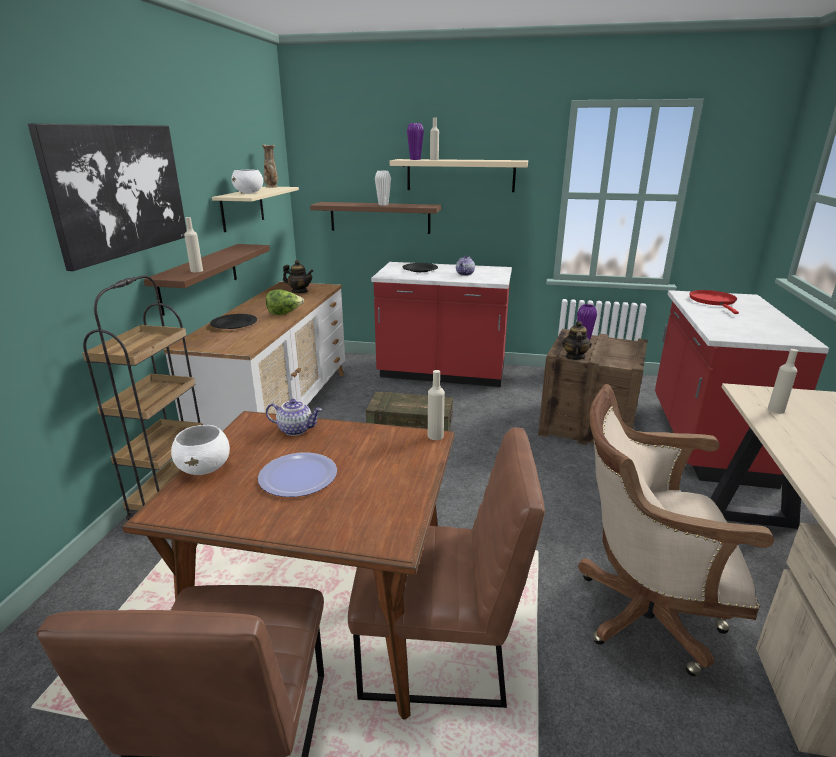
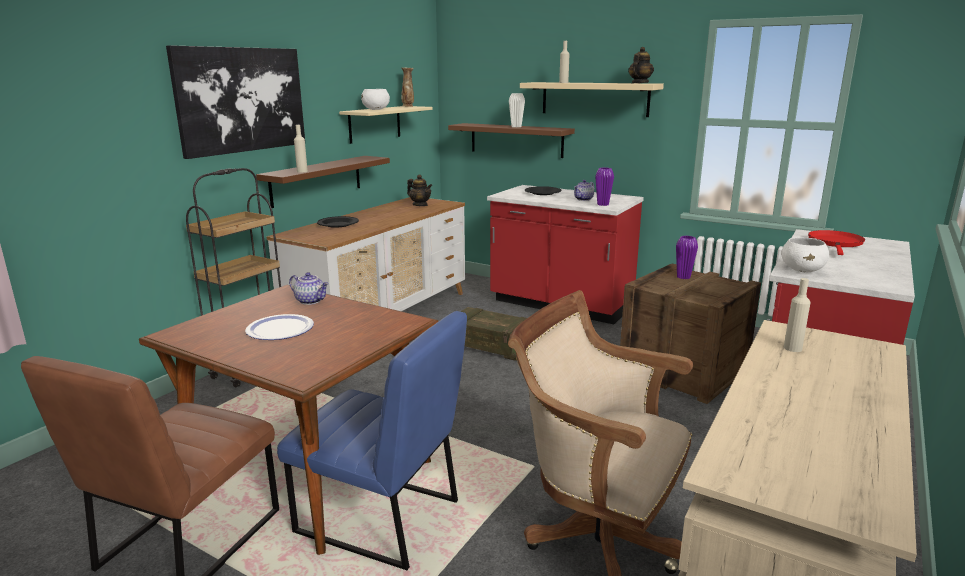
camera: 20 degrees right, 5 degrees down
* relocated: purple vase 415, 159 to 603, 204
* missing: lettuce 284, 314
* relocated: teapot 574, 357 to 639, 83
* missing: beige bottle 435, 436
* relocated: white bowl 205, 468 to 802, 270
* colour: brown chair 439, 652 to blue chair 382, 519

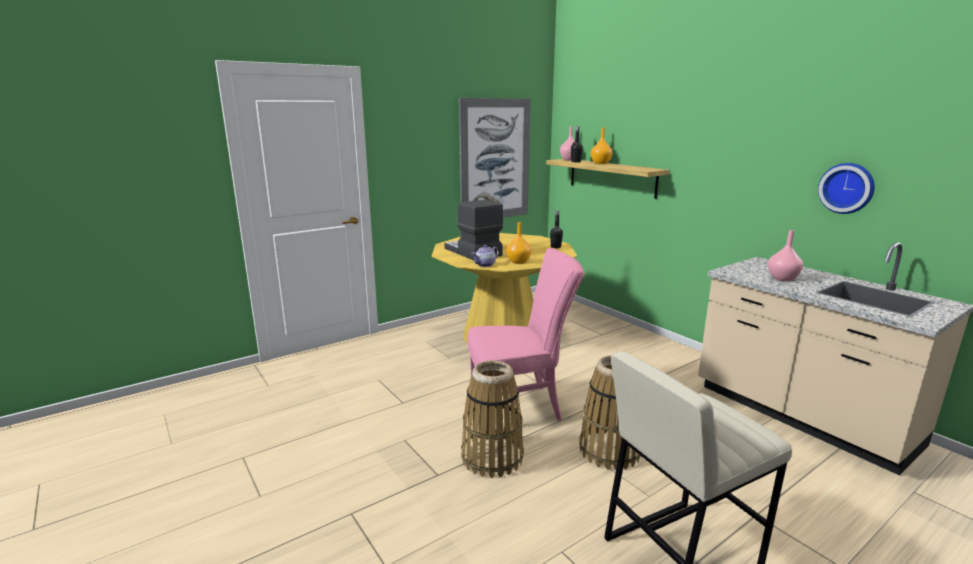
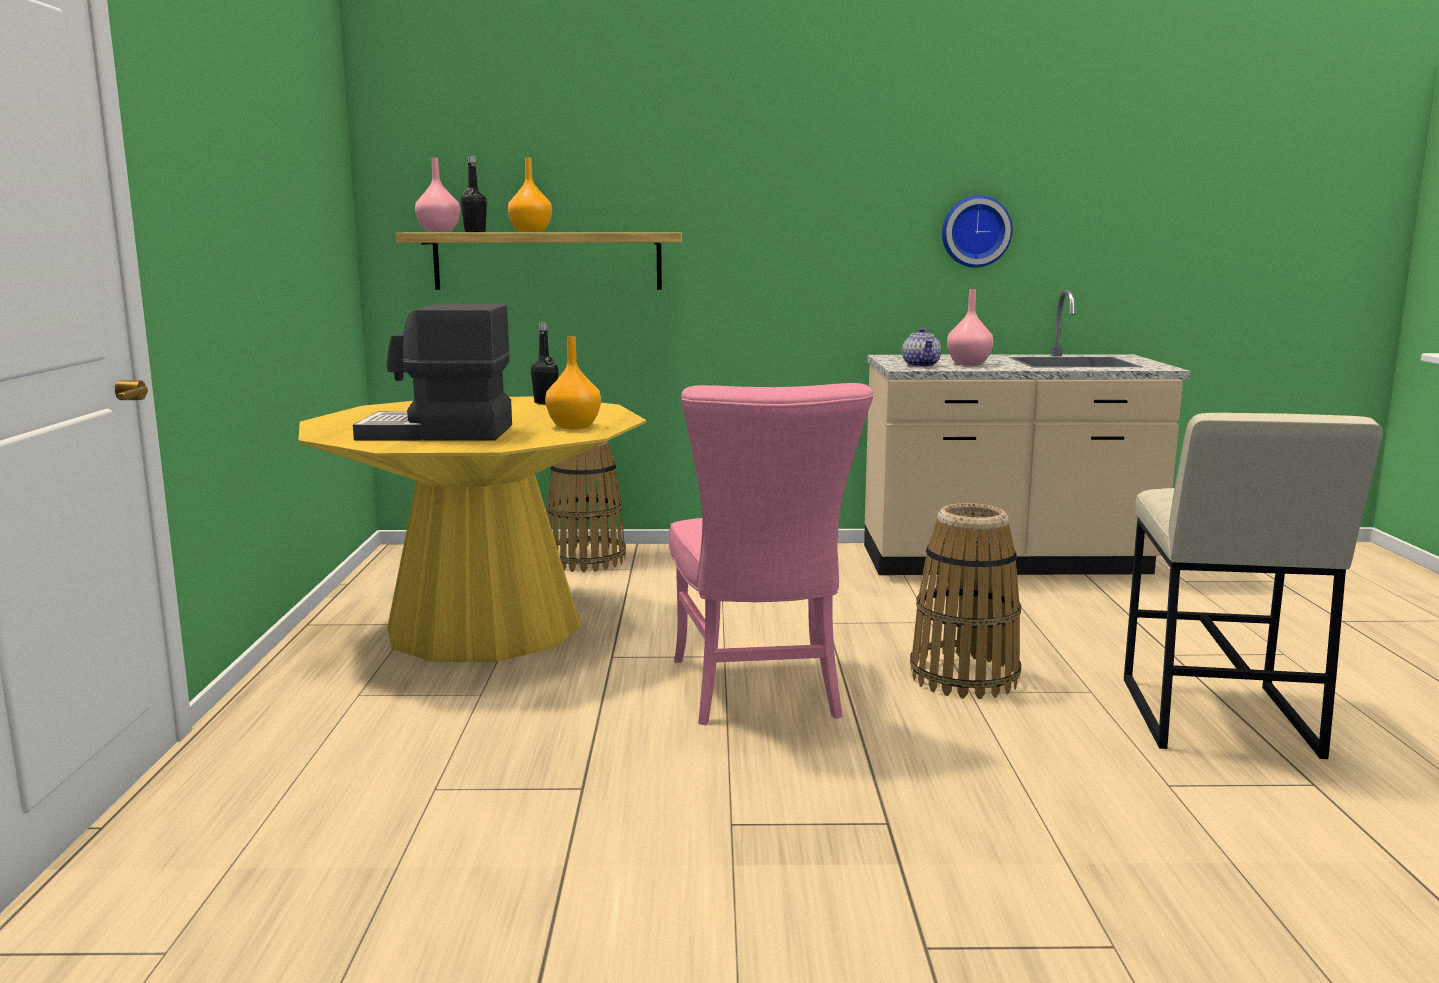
camera: 55 degrees left, 5 degrees down
* missing: picture 495, 160
* relocated: teapot 485, 265 to 921, 365
* spun: pink chair 520, 406 = 760, 692 150 degrees clockwise
* relocated: basket 492, 457 to 585, 560

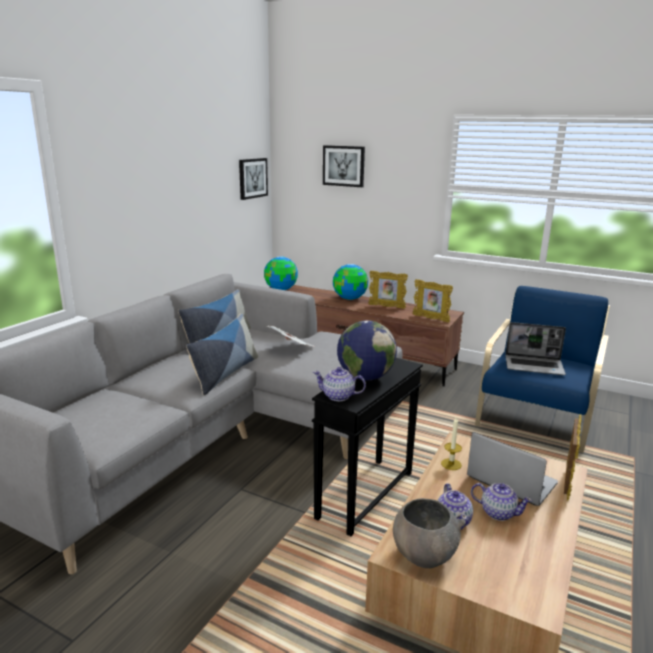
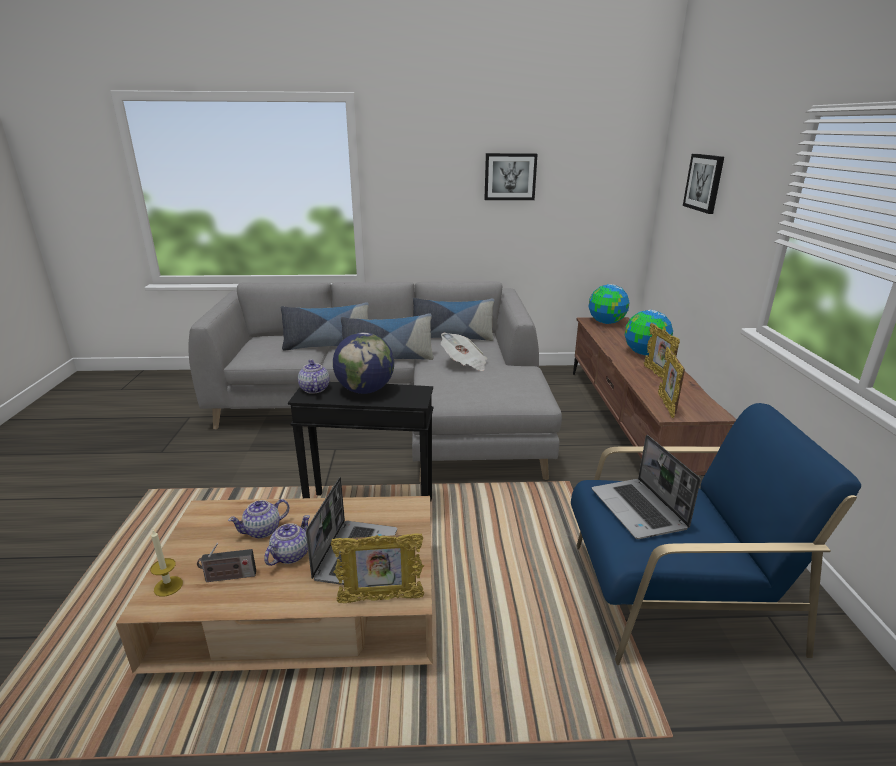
camera: 60 degrees right, 5 degrees up
* relocated: picture 252, 178 to 510, 176
* relocated: candle 451, 464 to 168, 586
* spun: teapot 498, 512 = 290, 555 150 degrees counterclockwise
* missing: grey bowl 424, 555
* appeared: pillow 327, 346
* appeared: radio 228, 577

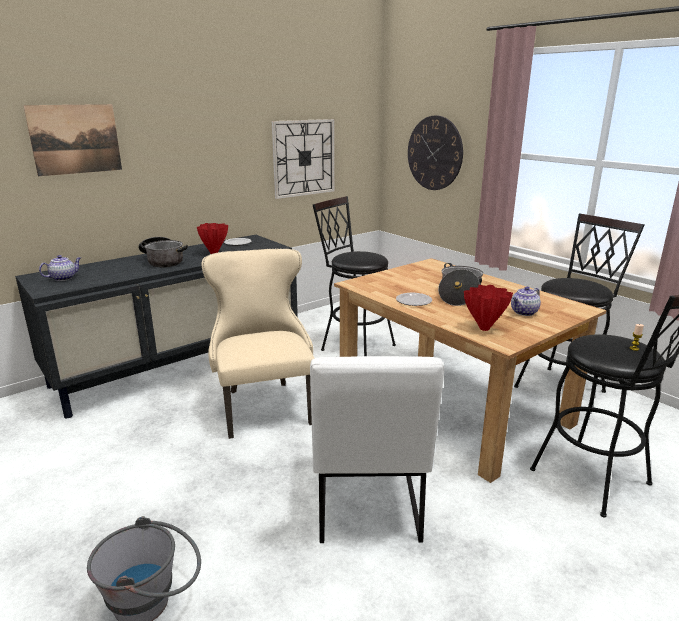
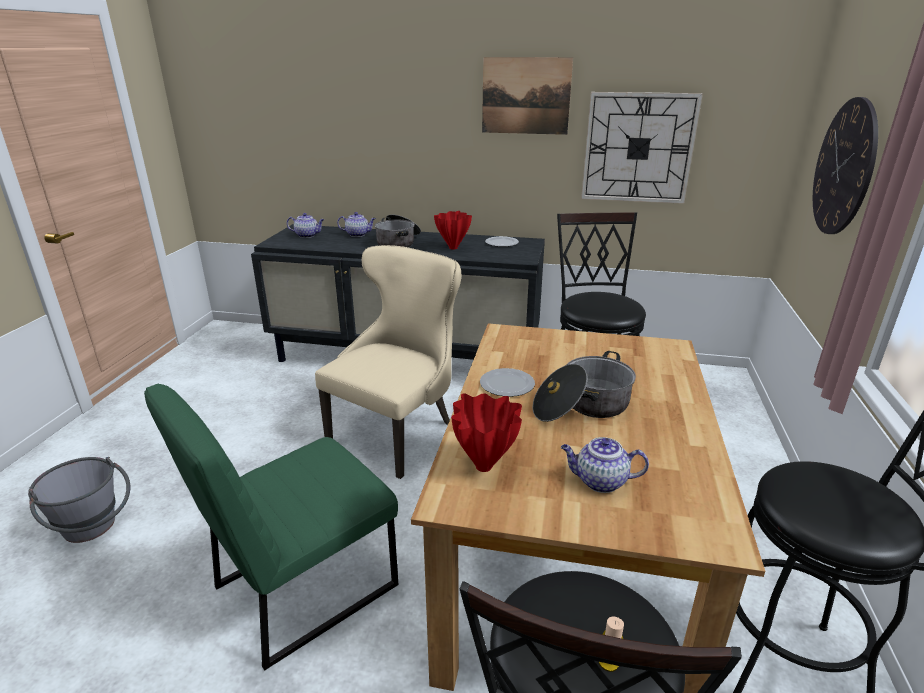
camera: 50 degrees right, 5 degrees up
* relocated: picture 75, 139 to 526, 96
* colour: white chair 367, 502 to green chair 300, 588
* appeared: teapot 358, 234

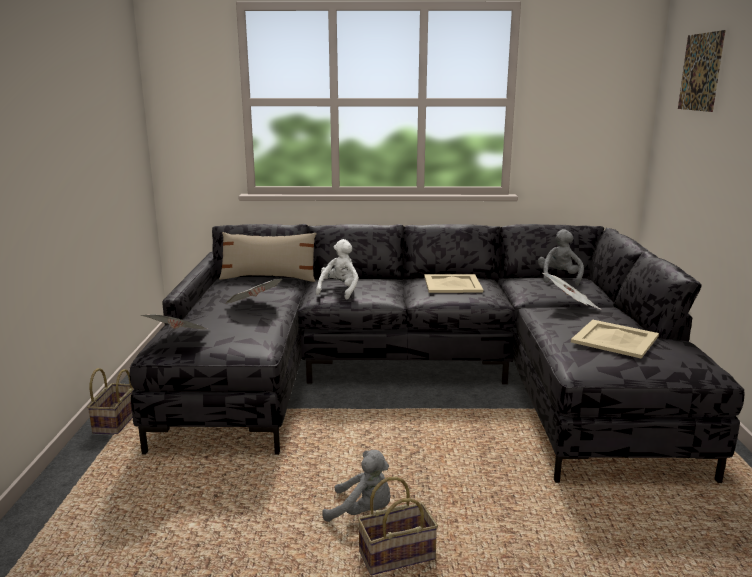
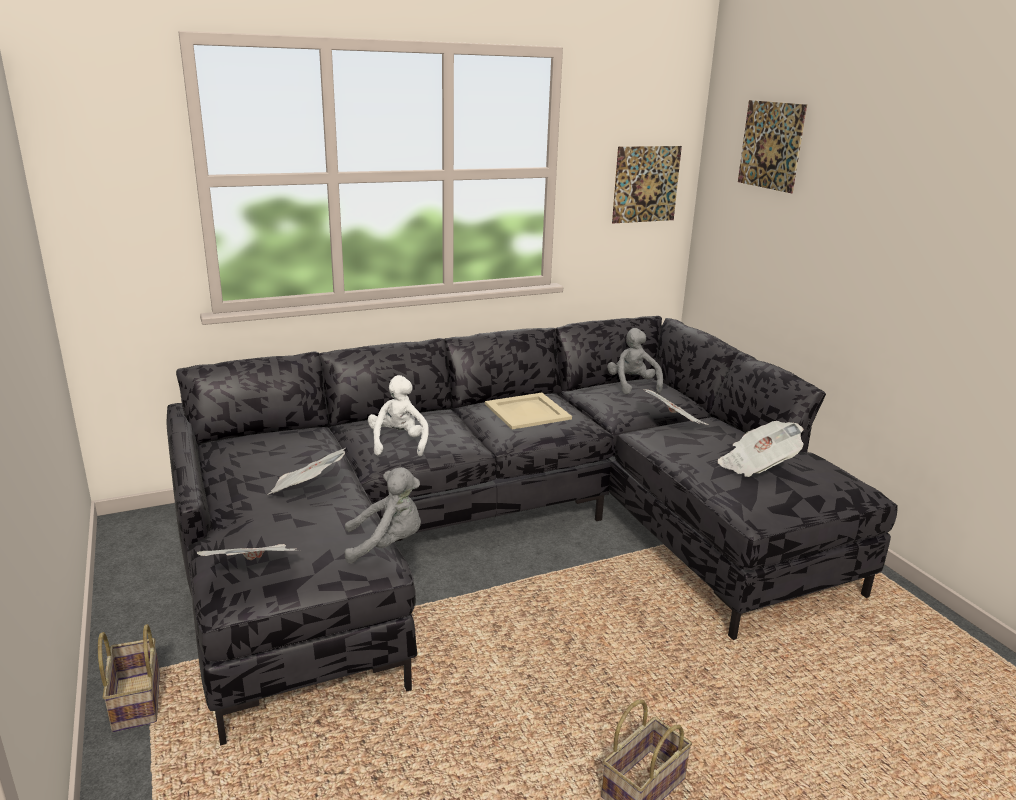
camera: 25 degrees left, 5 degrees up
* missing: beige pillow 269, 278
* exchanged: beige tray 614, 339 to newspaper 757, 466
* relocated: grey plush toy 362, 512 to 387, 544
* appeared: picture 646, 184

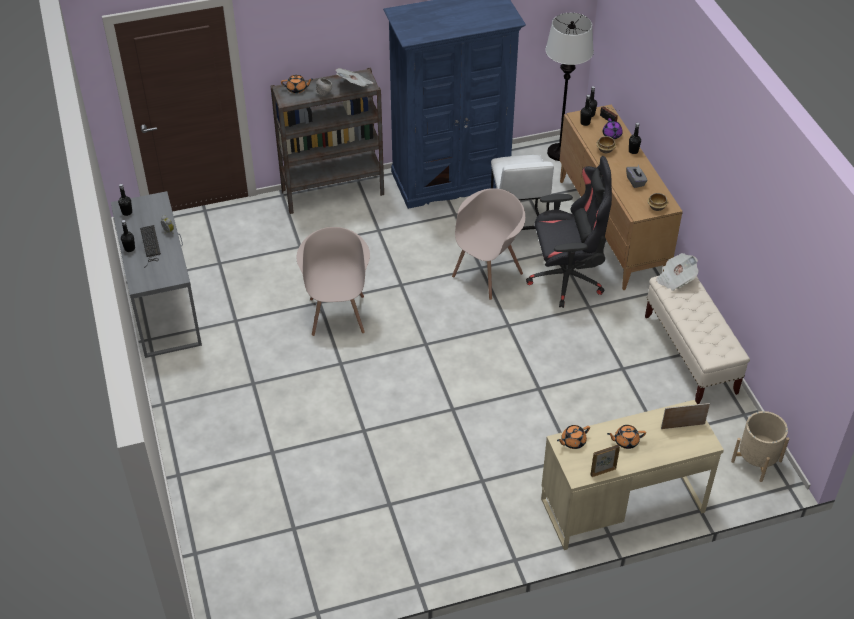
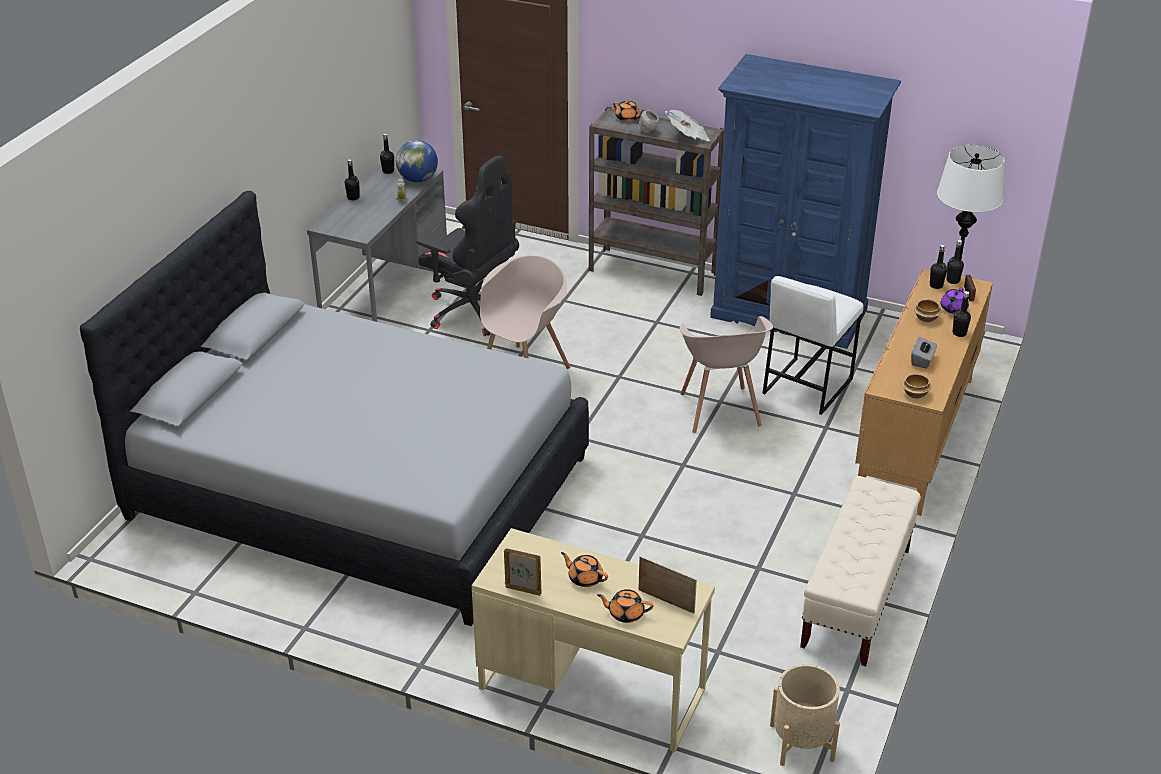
camera: 40 degrees right, 10 degrees down
* relocated: black office chair 565, 280 to 471, 311
* spun: beige chair 487, 274 = 719, 411 90 degrees clockwise
* missing: keyboard 150, 245
* missing: newspaper 675, 279
* relocated: orange teapot 572, 441 to 625, 613
* appeared: globe 418, 179
* appeared: grey bed 359, 487

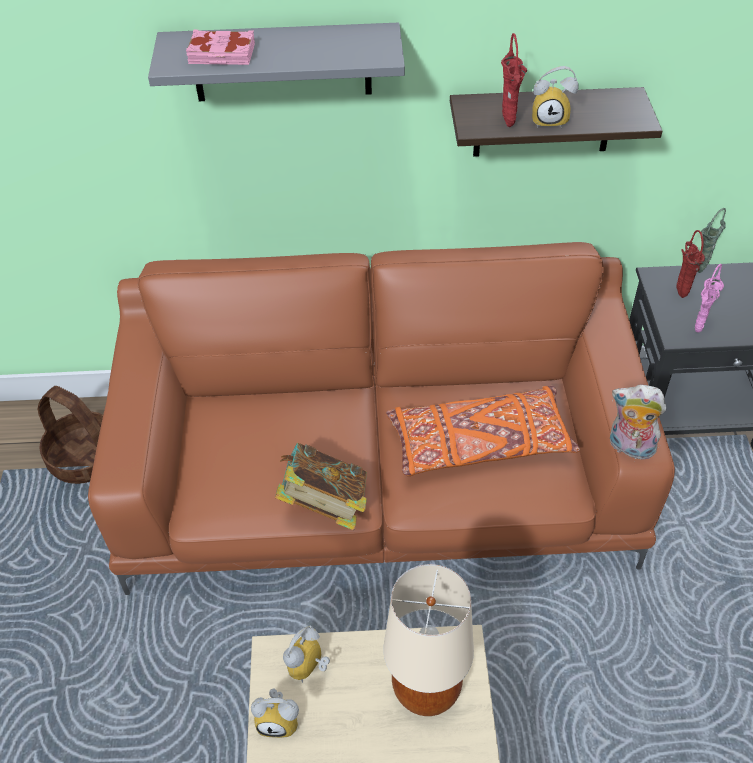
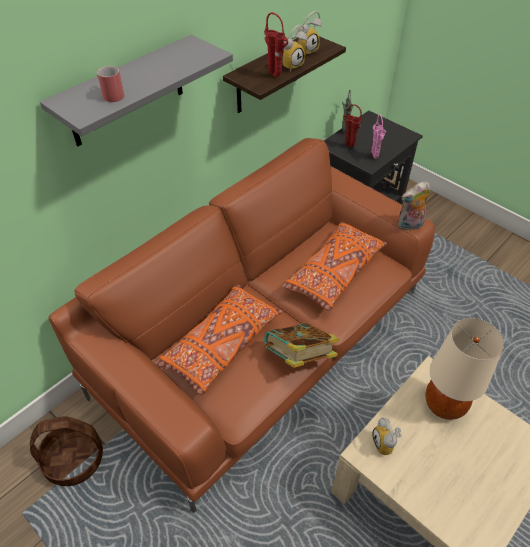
camera: 45 degrees left, 0 degrees up
* exchanged: pink book 222, 54 to red mug 110, 94
* relocated: alarm clock 280, 721 to 306, 50
* appeared: orange pillow 221, 345

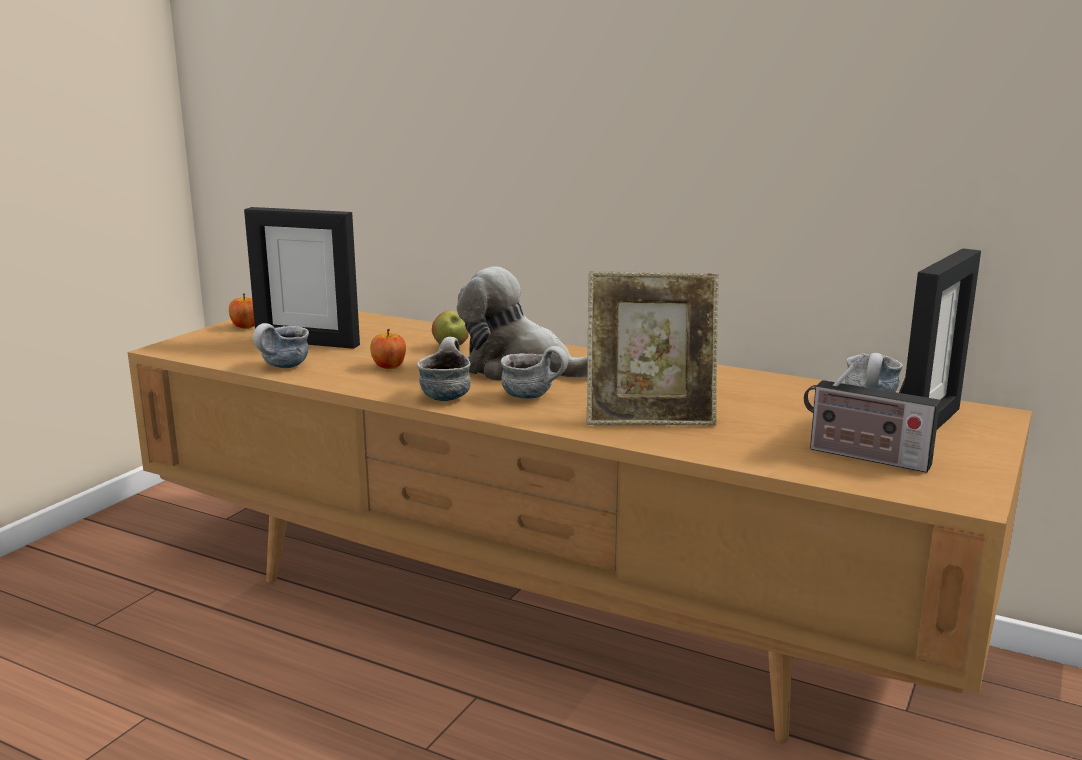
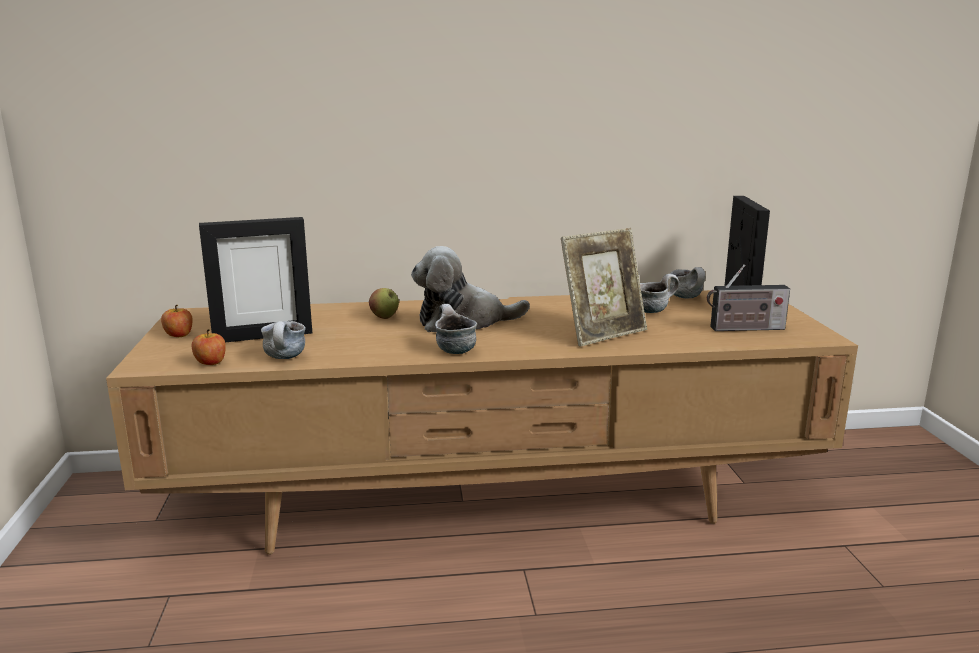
camera: 35 degrees left, 0 degrees up
* relocated: apple 389, 366 to 210, 363
* relocated: mug 535, 396 to 654, 310

